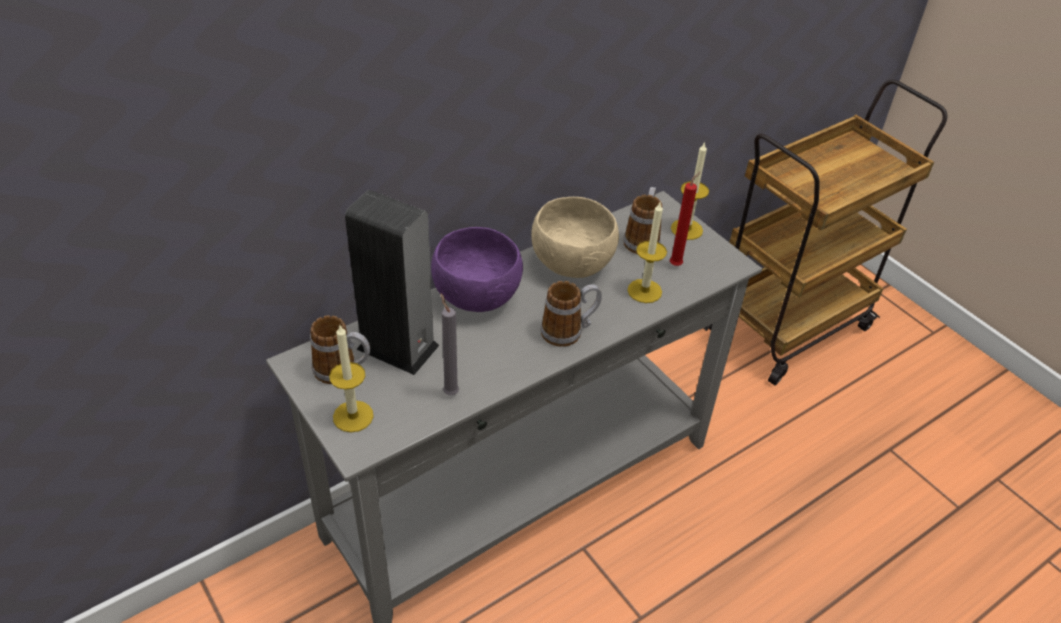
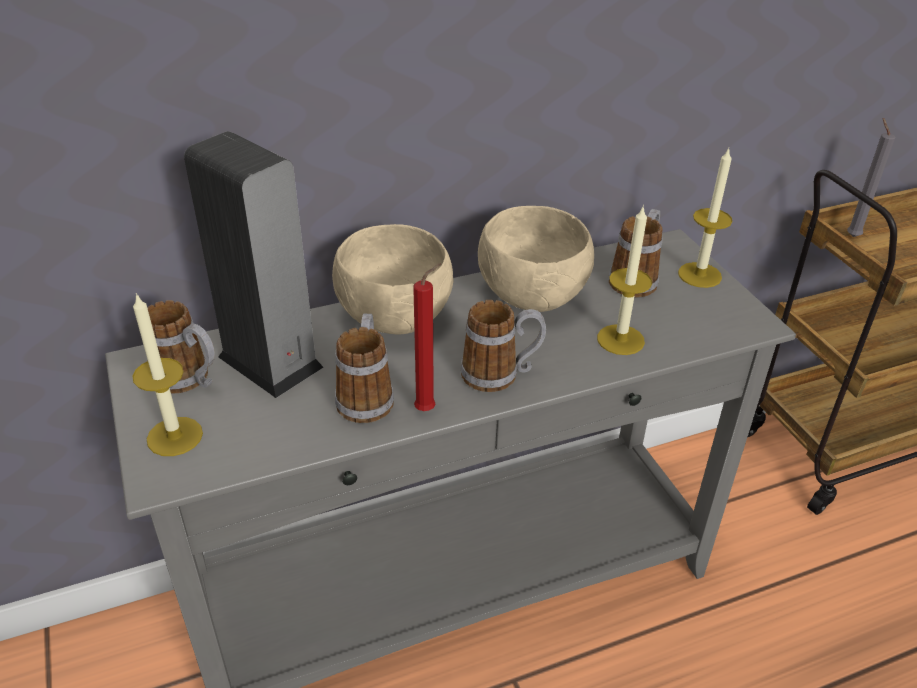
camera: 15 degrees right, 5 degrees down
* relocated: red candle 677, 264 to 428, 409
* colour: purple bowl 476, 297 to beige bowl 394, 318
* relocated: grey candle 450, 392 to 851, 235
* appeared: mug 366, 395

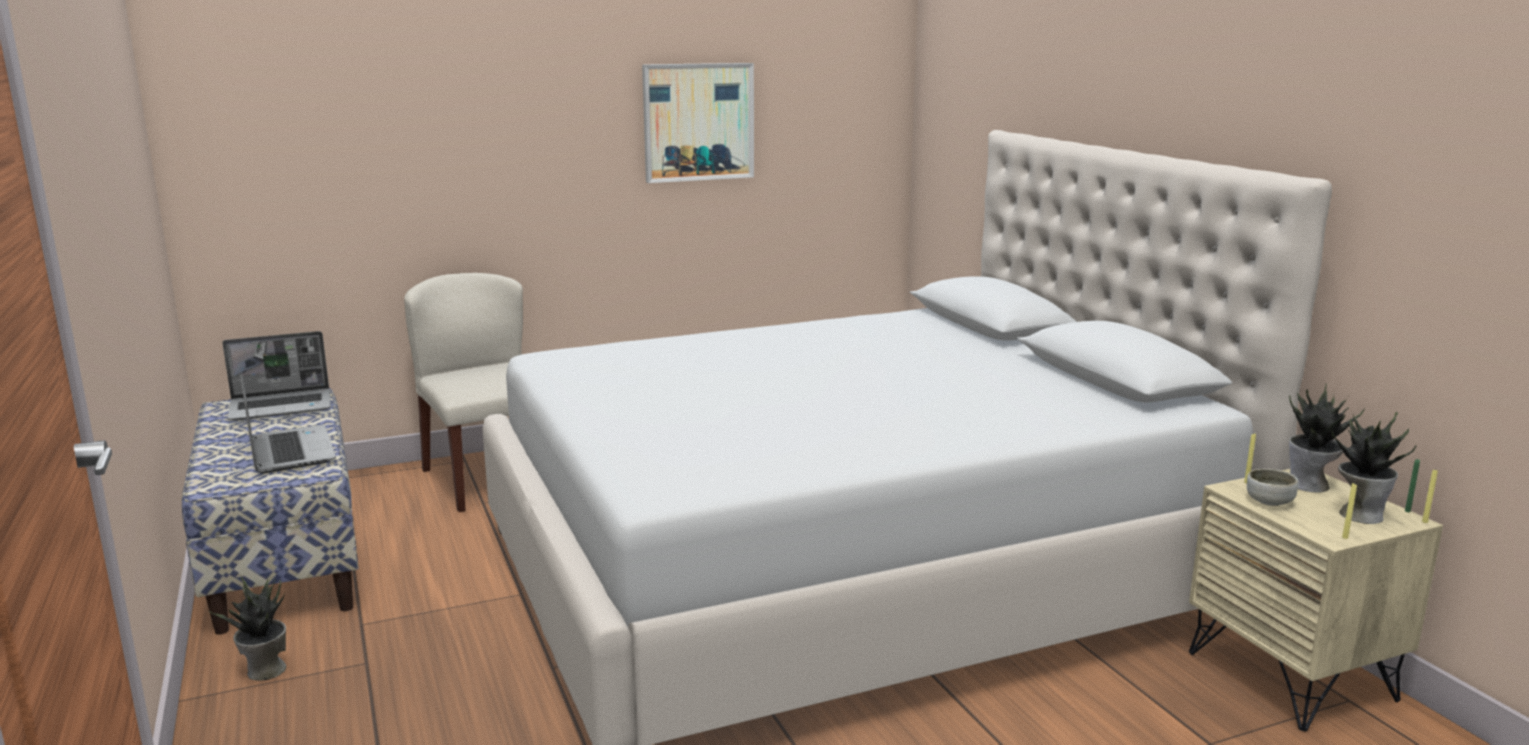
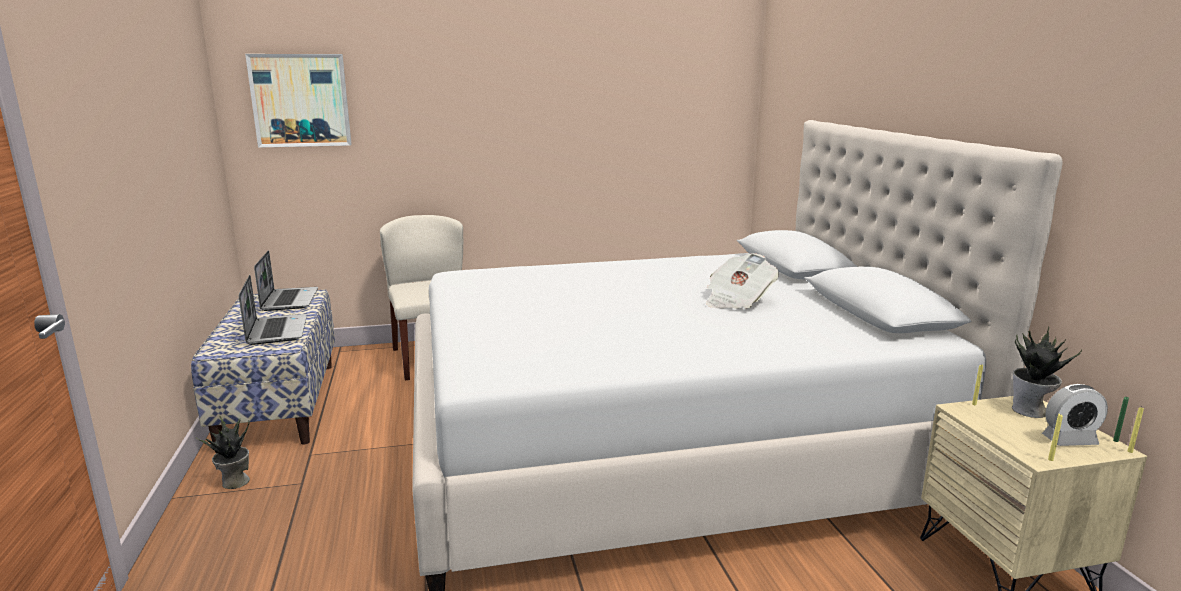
camera: 10 degrees right, 0 degrees up
* relocated: picture 698, 122 to 300, 100
* spun: laptop 282, 406 = 289, 300 90 degrees counterclockwise
* exchanged: potted plant 1359, 514 to alarm clock 1069, 440
* missing: bowl 1269, 501
* appeared: newspaper 737, 301

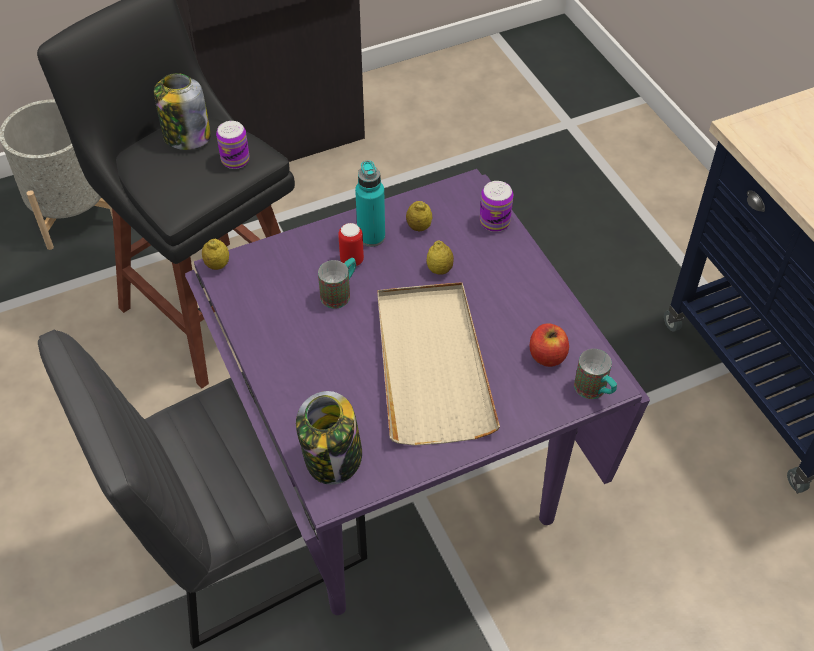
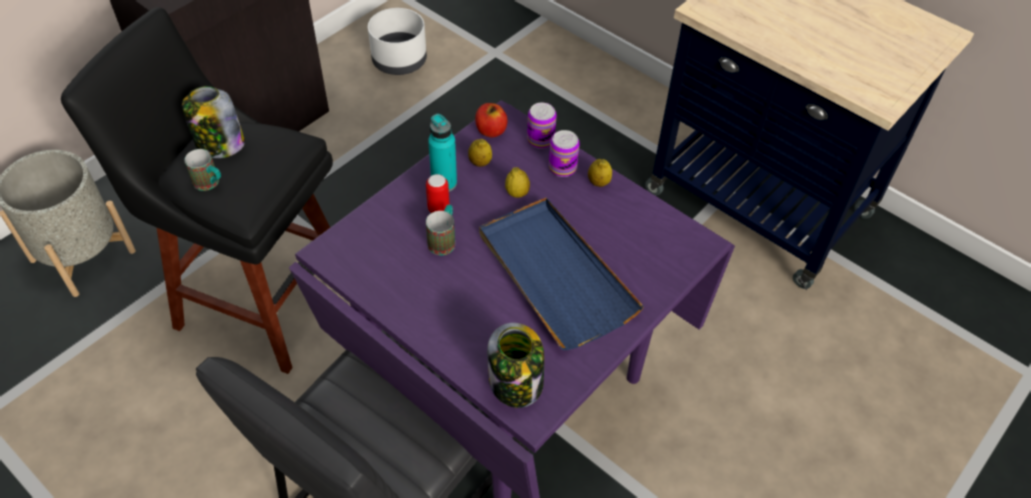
camera: 25 degrees left, 0 degrees up
* relocated: can 235, 160 to 562, 168
* relocated: lemon 217, 265 to 598, 182
* colour: beige tray 431, 365 to blue tray 554, 275
* relocated: apple 547, 356 to 491, 130
* relocated: mug 594, 391 to 210, 184
* appeared: white planter 400, 60

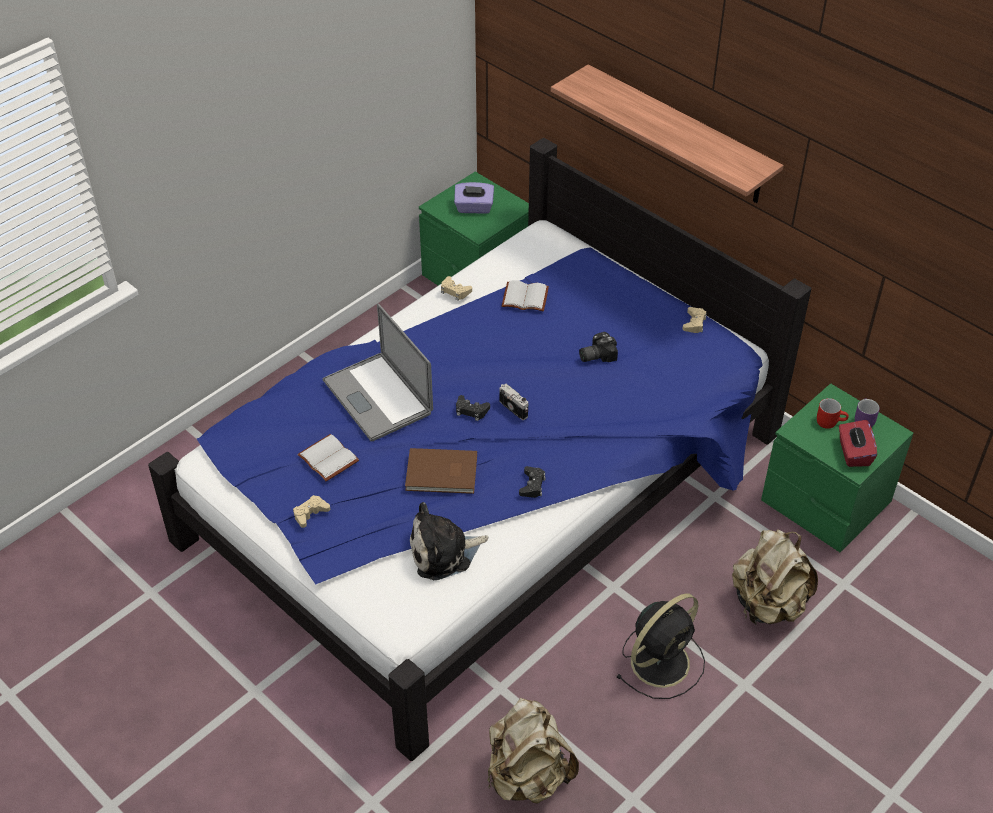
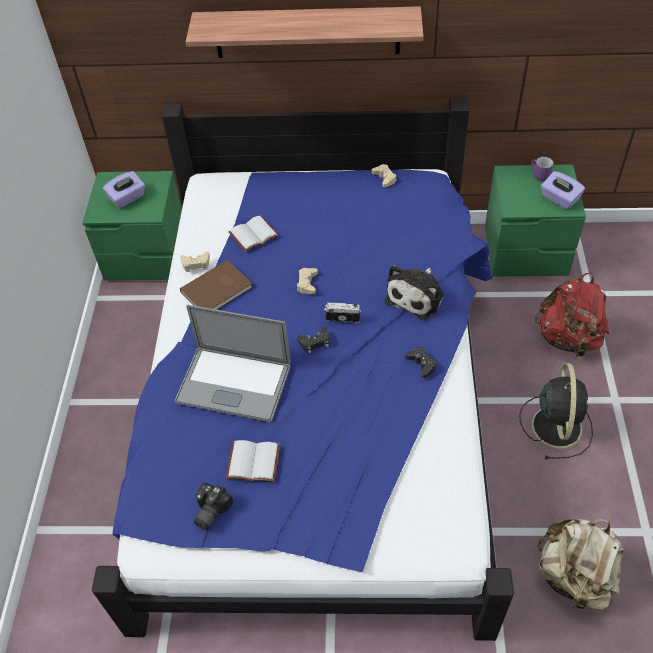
camera: 40 degrees left, 5 degrees up
* relocated: photo camera 596, 355 to 209, 511
* missing: red mug 830, 421
* colour: red tissue box 853, 453 to purple tissue box 559, 199
* relocated: brown book 442, 474 to 218, 290
* relocated: beige game controller 310, 514 to 307, 283
* relocated: plush toy 444, 552 to 417, 296
* colour: beige backpack 767, 604 to red backpack 568, 338

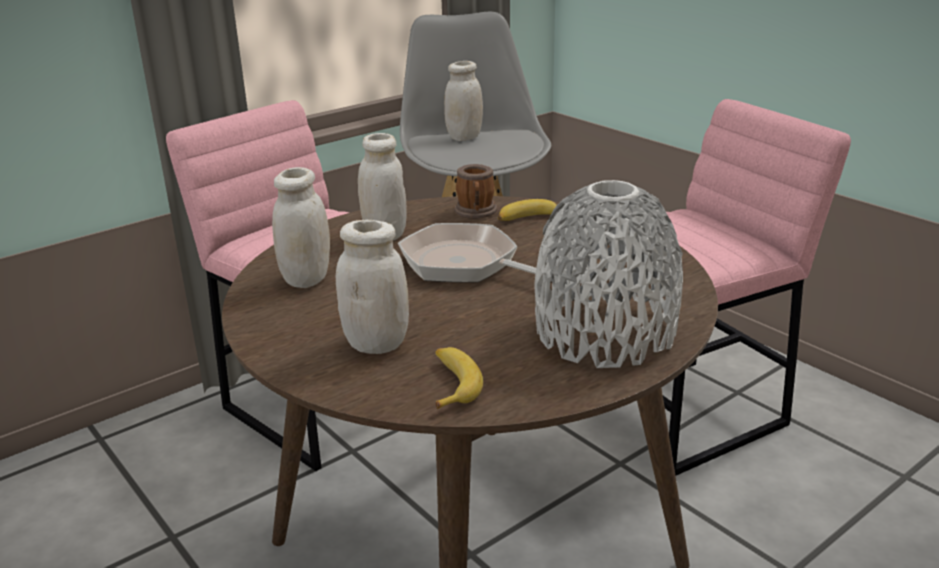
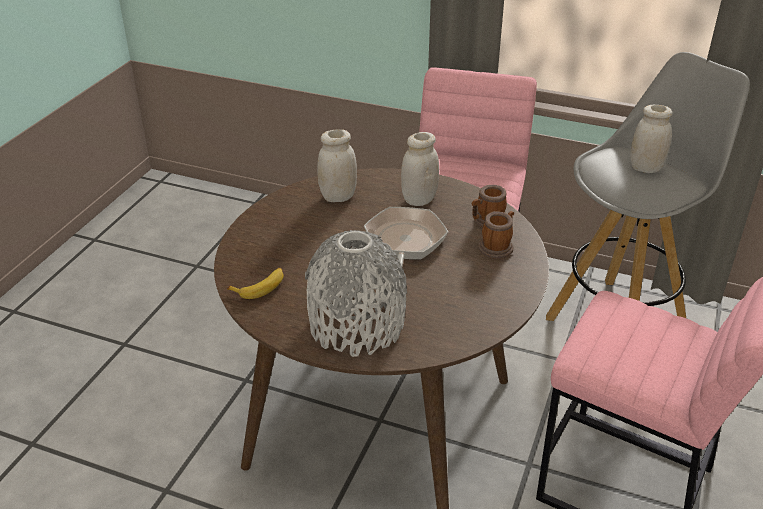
camera: 60 degrees right, 10 degrees up
* exchanged: banana 529, 219 to mug 498, 246
* missing: white jar 376, 344

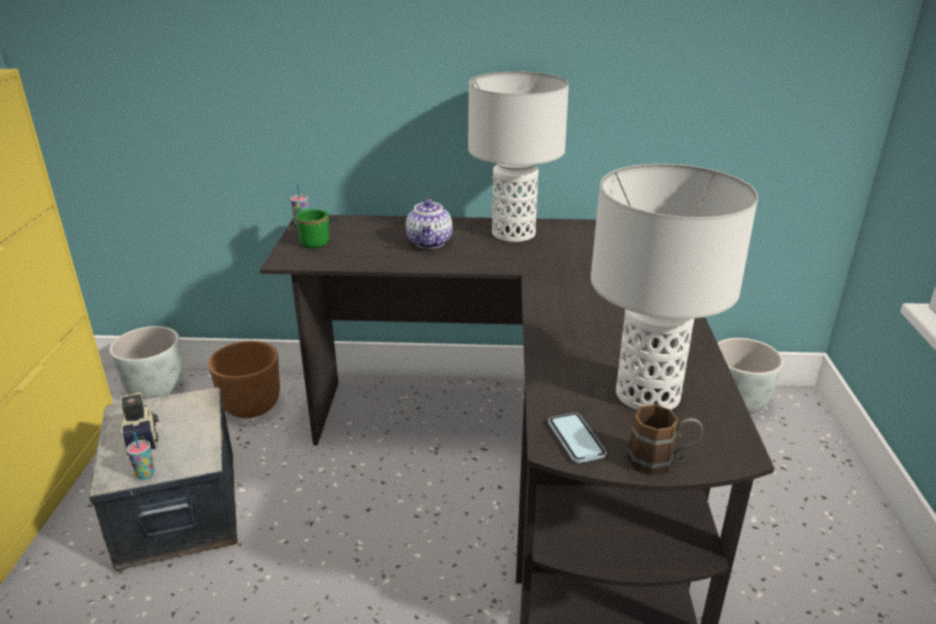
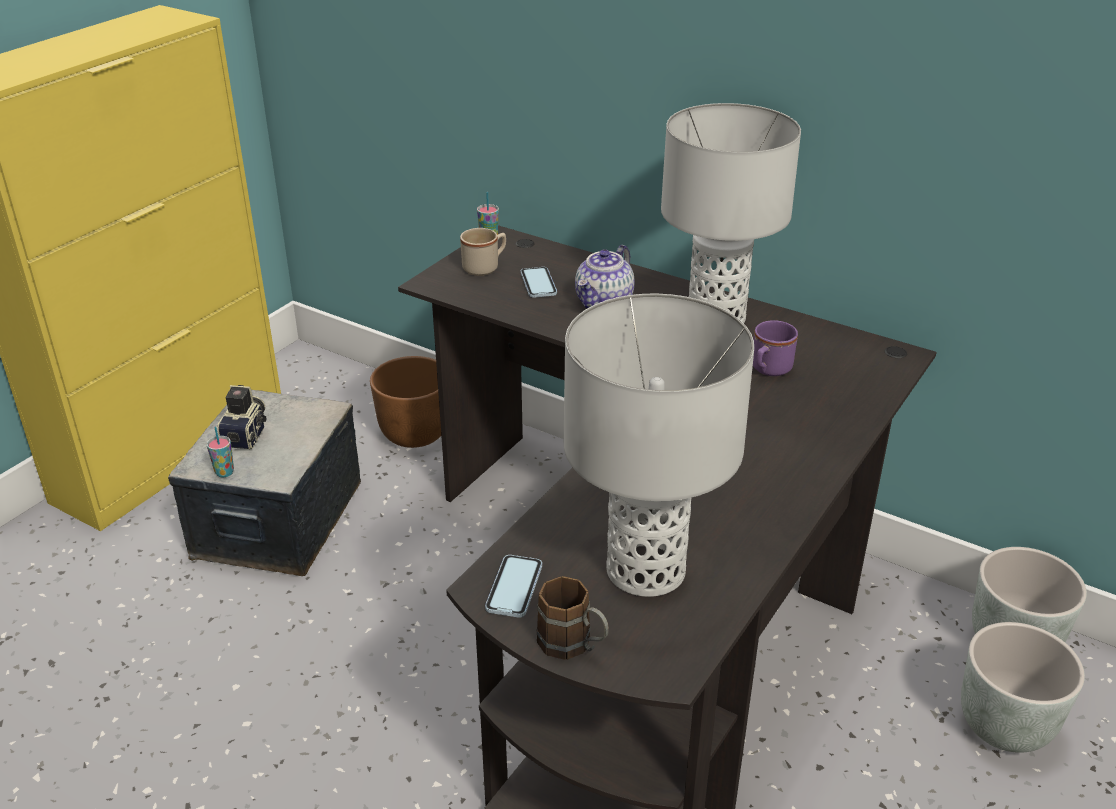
camera: 30 degrees right, 5 degrees up
* colour: green mug 317, 241 to beige mug 485, 267
* relocated: grey planter 157, 390 to 1005, 726
* appeared: phone 538, 284
* appeared: purple mug 768, 370

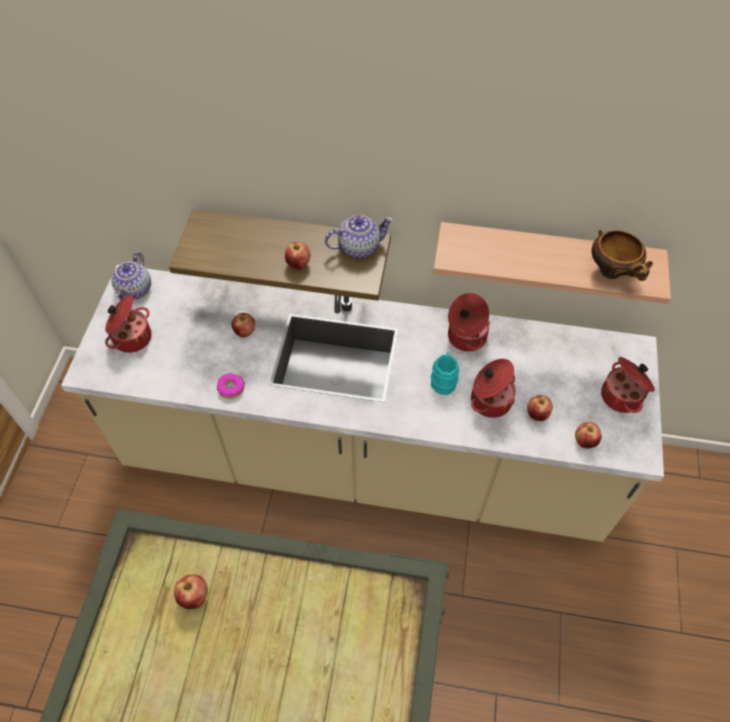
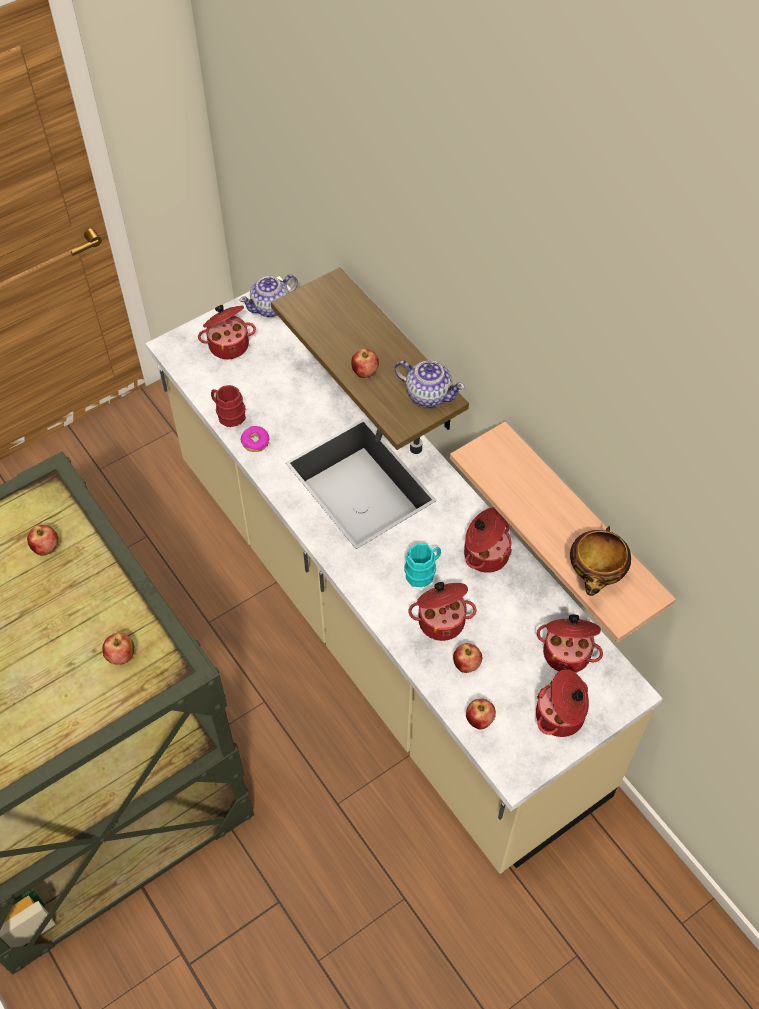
camera: 45 degrees right, 0 degrees up
* relocated: apple 245, 332 to 121, 656
* appeared: red mug 228, 414
* appeared: cooking pot 567, 652

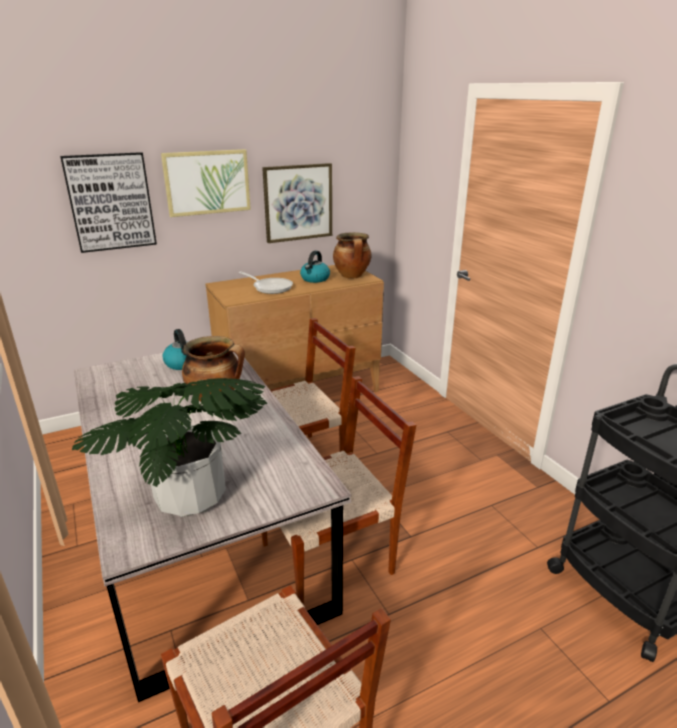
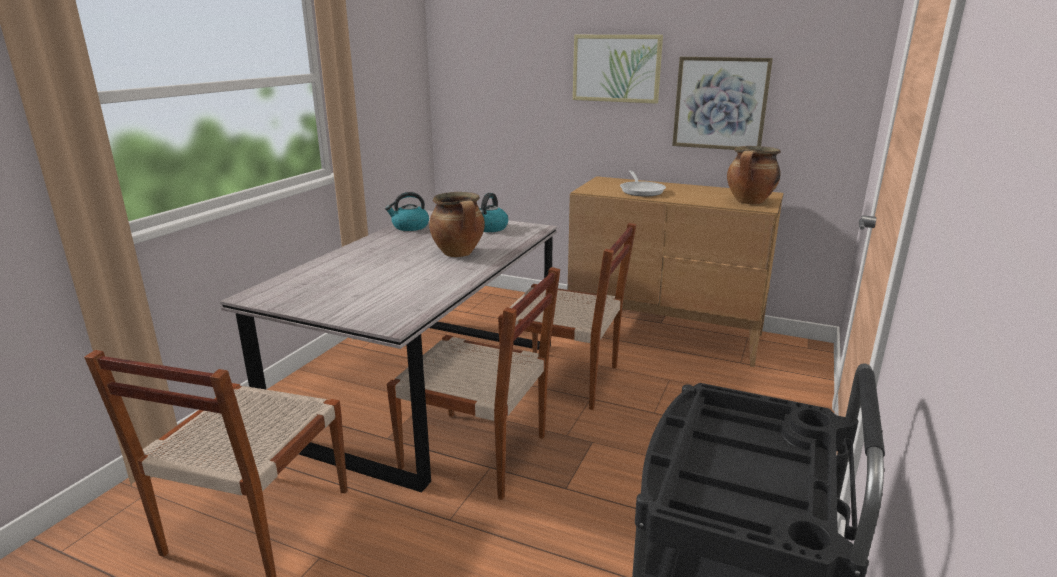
camera: 50 degrees right, 5 degrees down
* missing: picture 111, 202
* relocated: kettle 315, 279 to 410, 227
* missing: potted plant 190, 497

